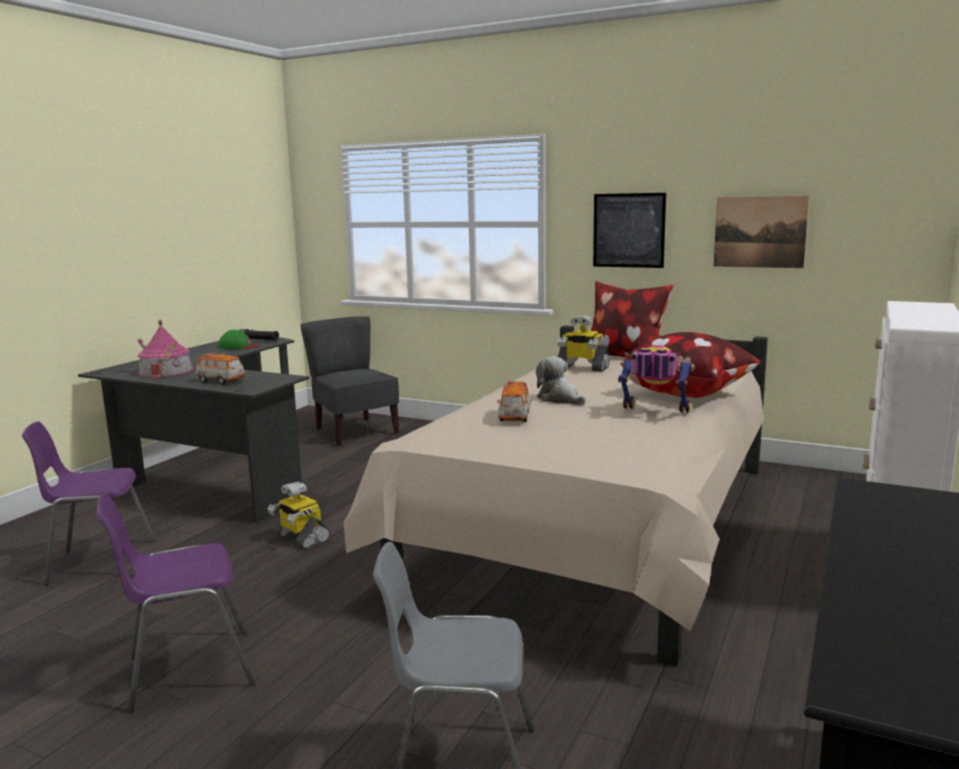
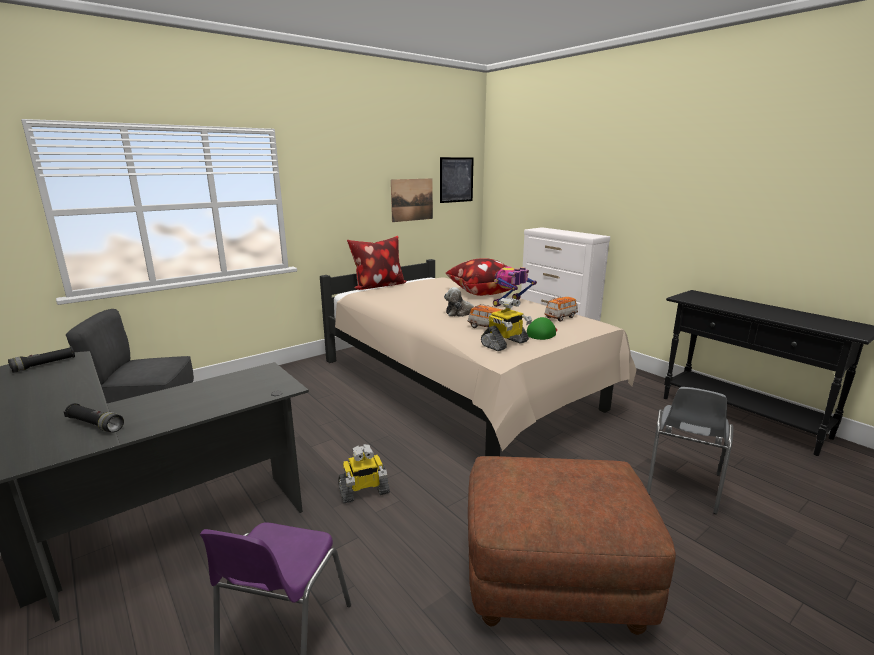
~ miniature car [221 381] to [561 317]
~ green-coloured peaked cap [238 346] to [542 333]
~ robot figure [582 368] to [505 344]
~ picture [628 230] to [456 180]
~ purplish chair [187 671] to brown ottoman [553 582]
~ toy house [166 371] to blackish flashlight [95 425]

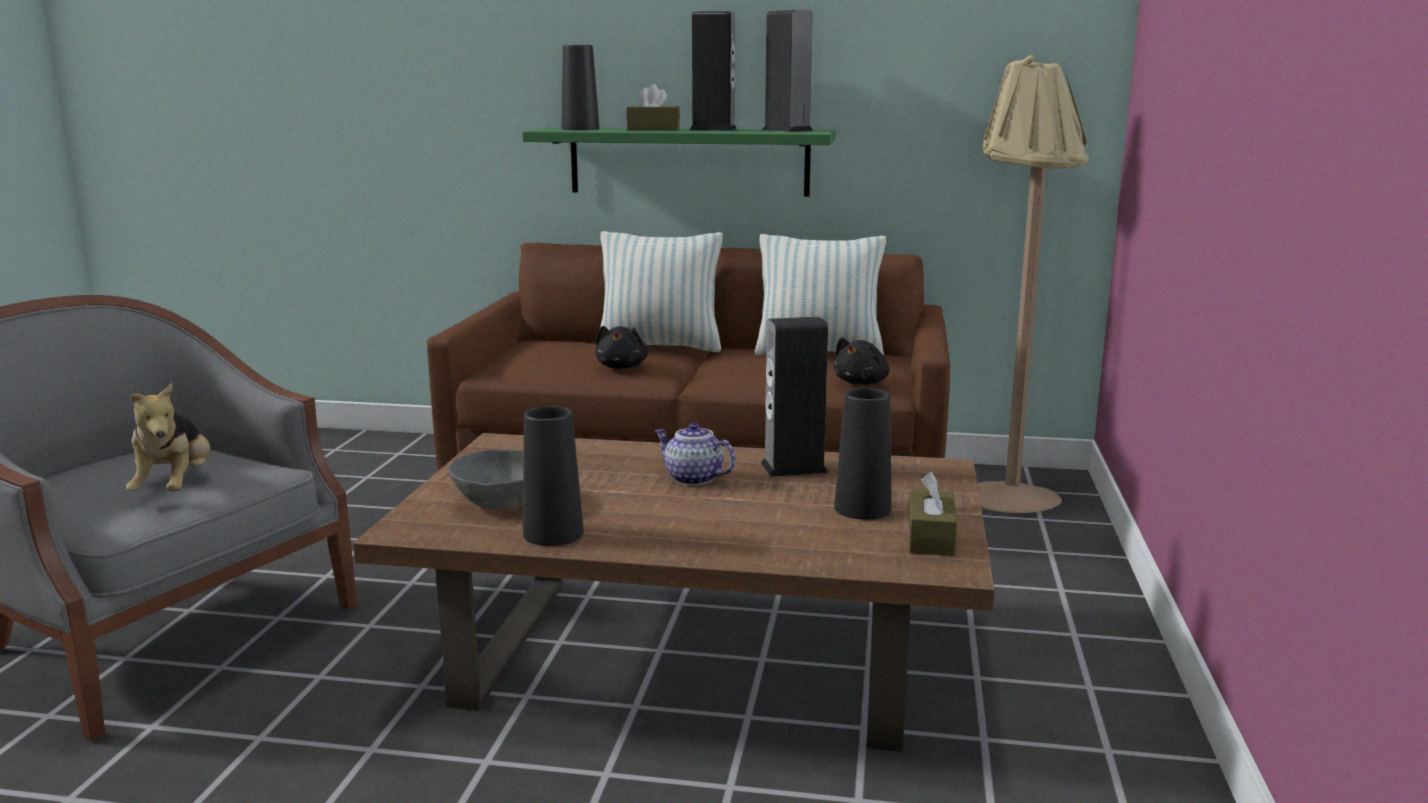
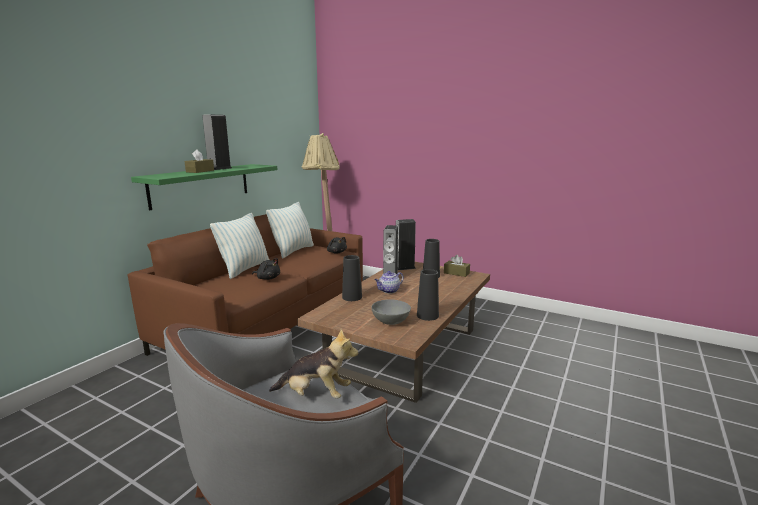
~ blackish decorative vase [580 129] to [352 297]
~ loudspeaker [787 130] to [404 267]

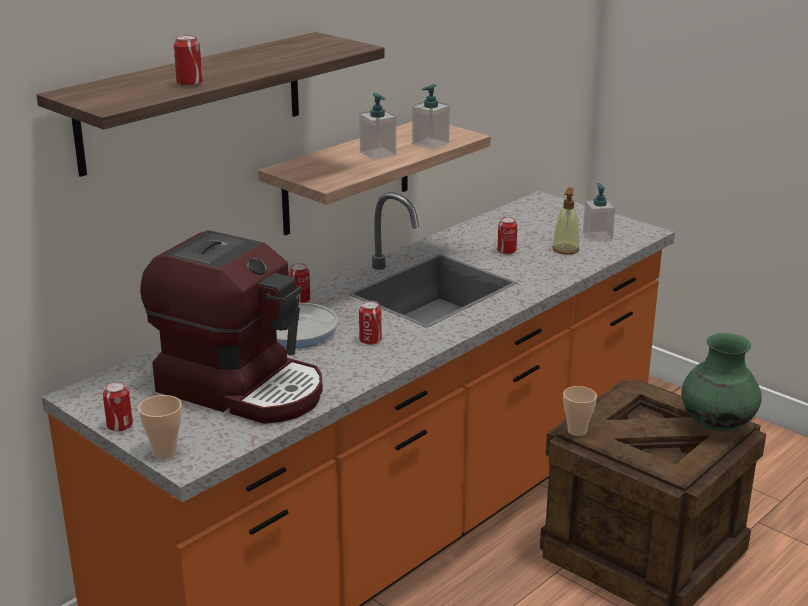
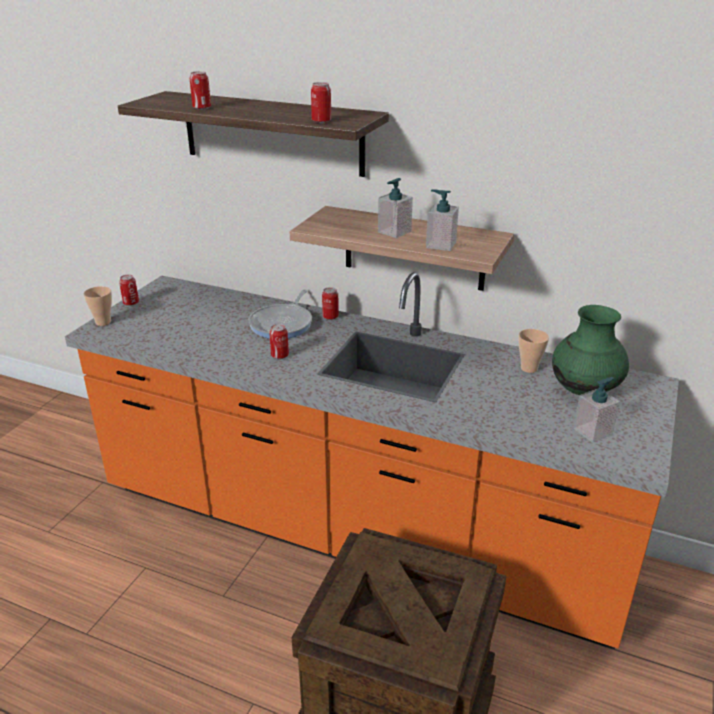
- coffee maker [242 387]
- liquid soap bottle [565 249]
~ sealed can [506 251] to [321 121]
~ drinking cup [577 431] to [529 368]
~ green-coloured decorative vase [716 424] to [584 390]

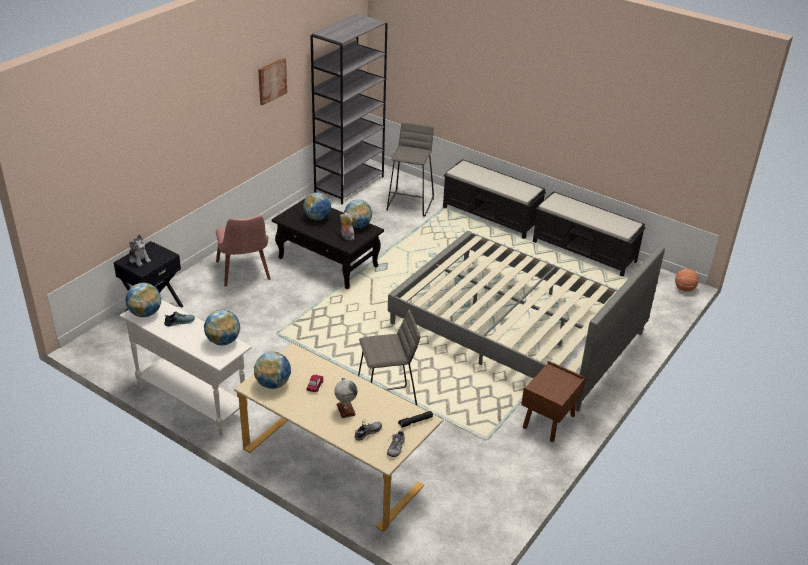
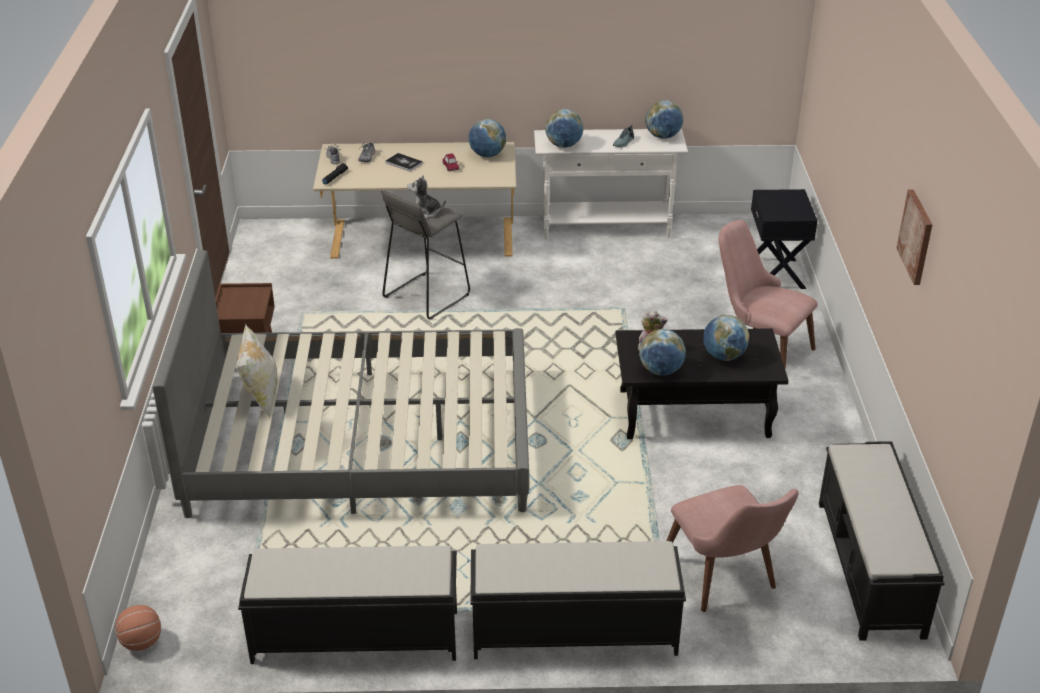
+ cushion [261 396]
~ plush toy [139 259] to [425 212]
~ greyish bookshelf [349 184] to blackish indoor bench [870 568]
~ globe [345 409] to volume [404 163]
~ greyish stool seat [410 204] to pinkish chair [726 581]

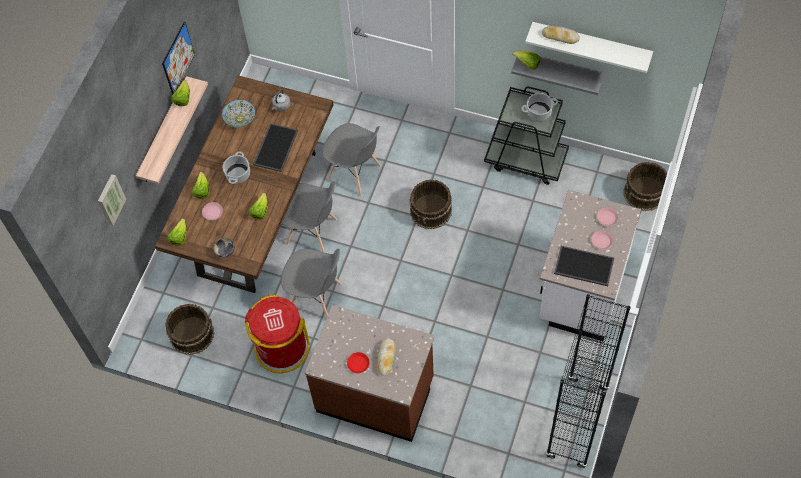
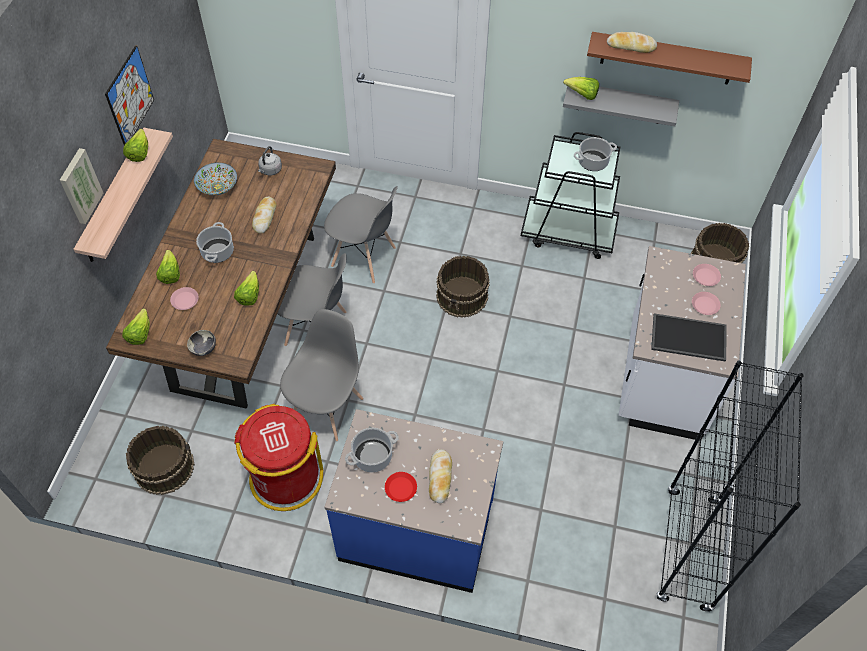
+ cooking pot [373 456]
~ picture [110 199] to [79 186]
~ serving tray [275 147] to bread [265 217]
~ brown counter [375 394] to blue counter [416 531]
~ white-coloured wall shelf [591 44] to brown wall shelf [667 58]
~ greyish chair [316 297] = [327 408] 75 degrees counterclockwise

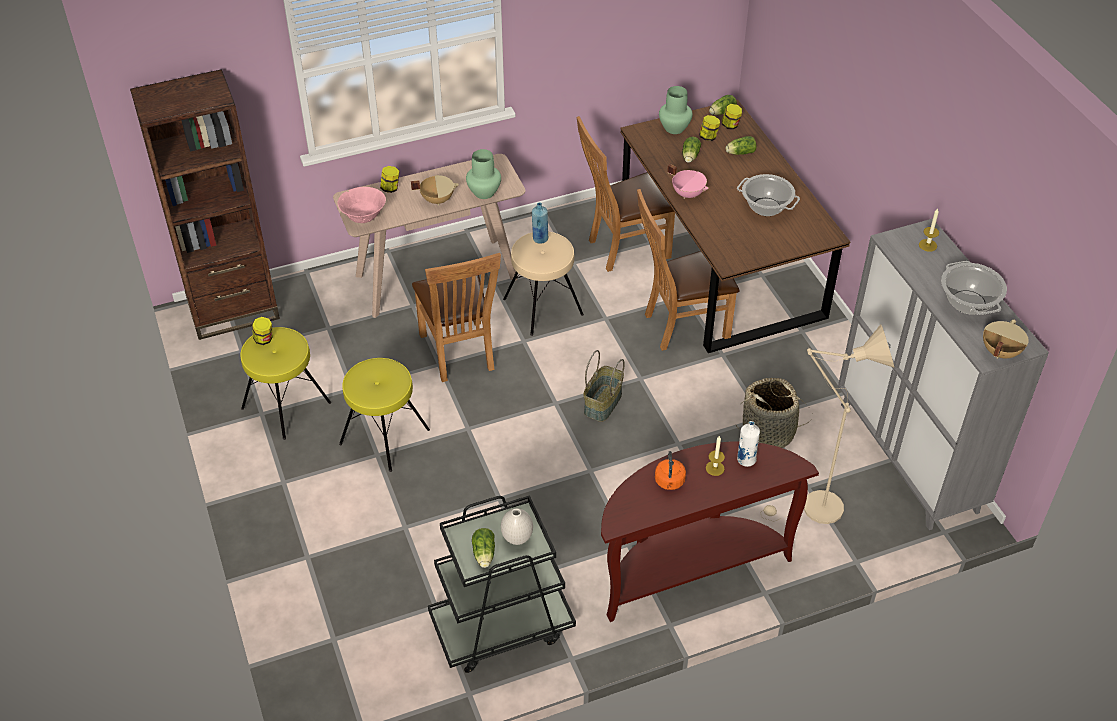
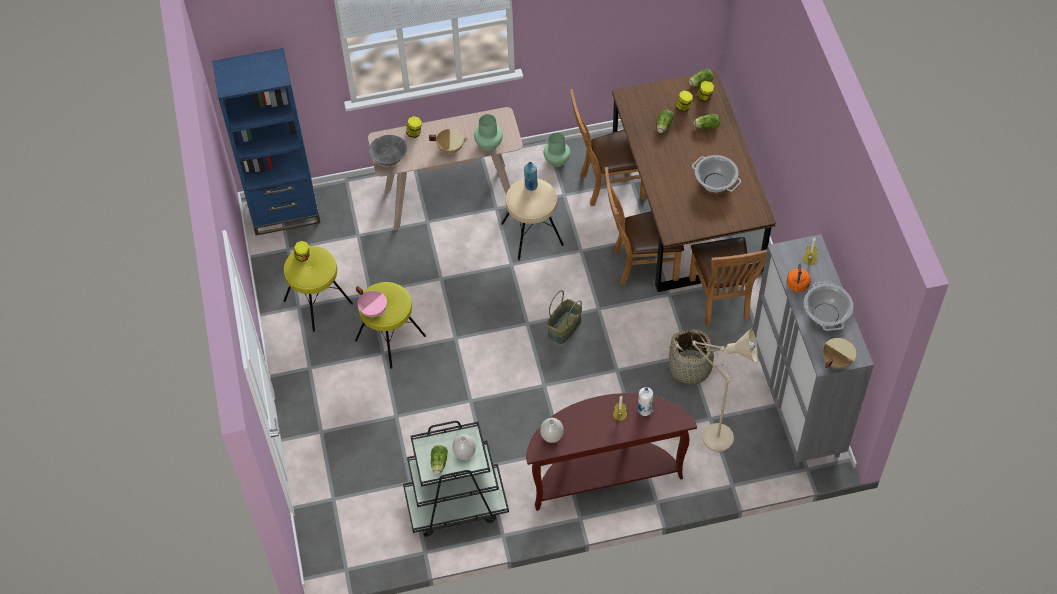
+ white-coloured decorative vase [552 437]
~ brown chair [459 354] to [721 302]
~ orangey tea kettle [669 482] to [797 285]
~ green-coloured decorative vase [674 128] to [556 161]
~ pinkish cooking pot [688 193] to [373 310]
~ brown bookshelf [233 311] to blue bookshelf [285 211]
~ pinkish bowl [363 218] to greyish bowl [389 160]

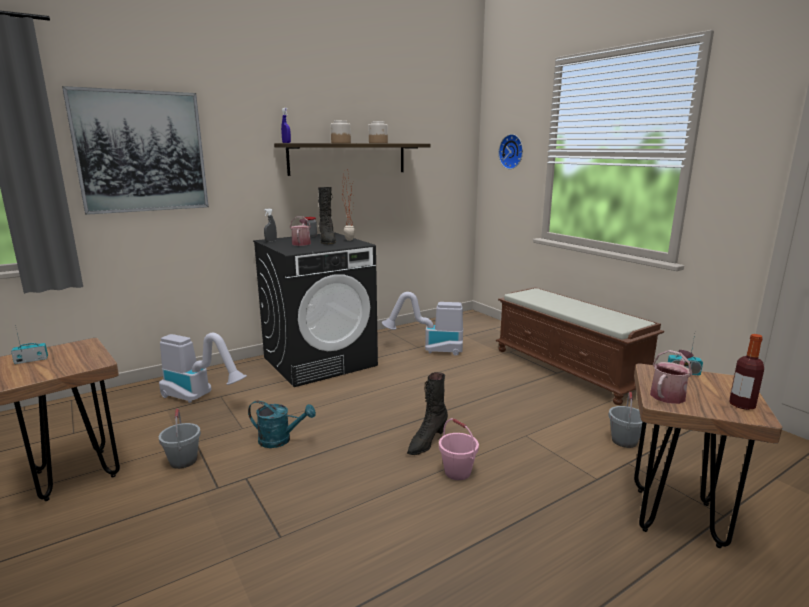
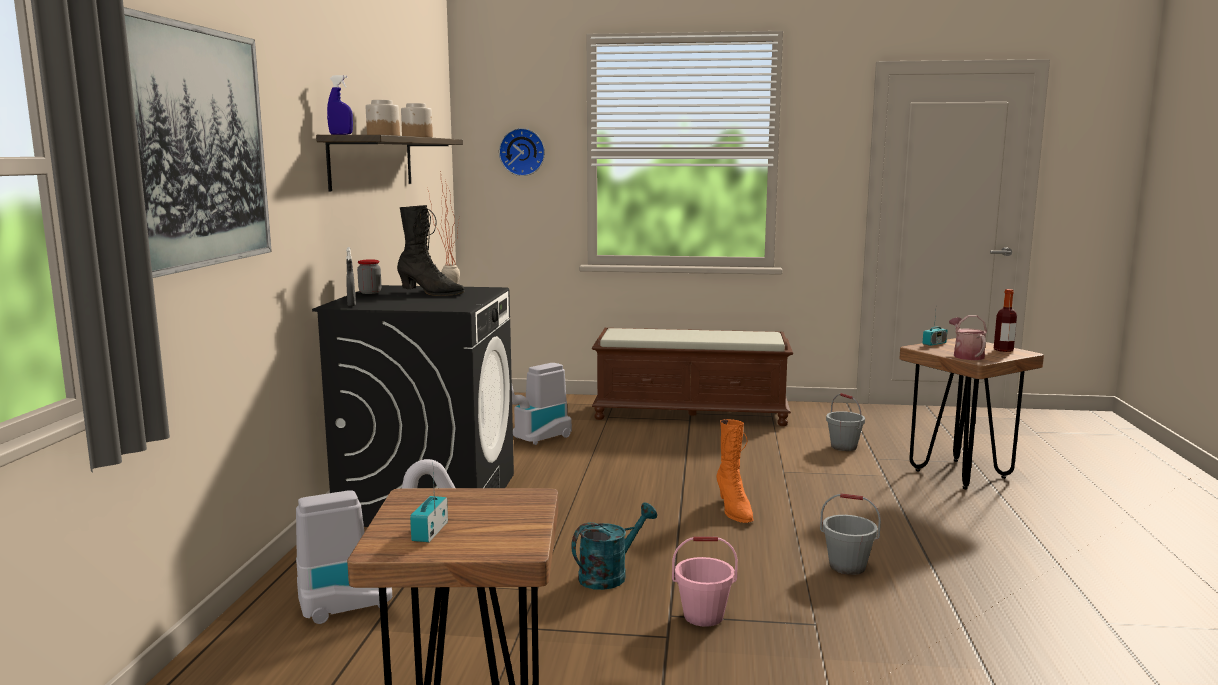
- watering can [301 243]
~ greyish water bucket [184 461] to [847 566]
~ pinkish water bucket [458 472] to [703 616]
~ blackish high-top boot [426 442] to orangey high-top boot [734 510]

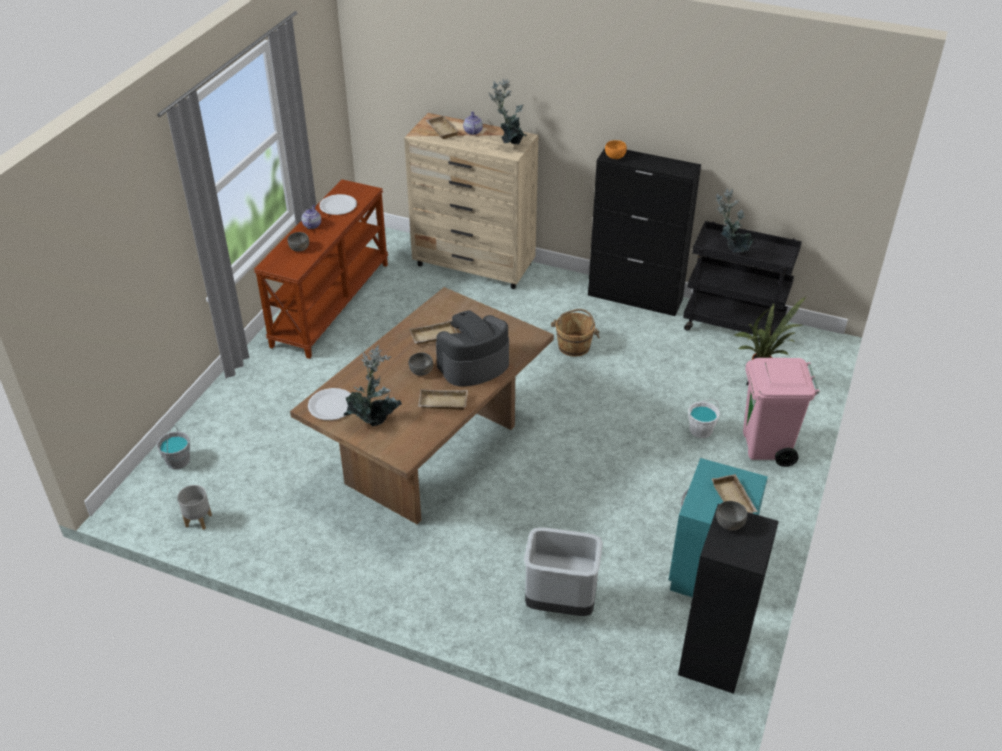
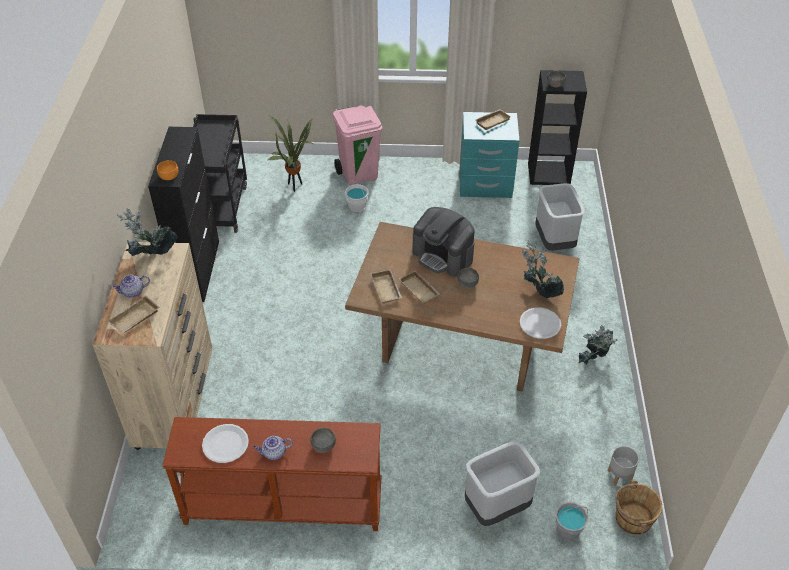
+ greyish waste bin [497 506]
~ sand-coloured serving tray [442 403] to [387 289]
~ brown water bucket [574 346] to [632 519]
~ houseplant [730 250] to [593 360]

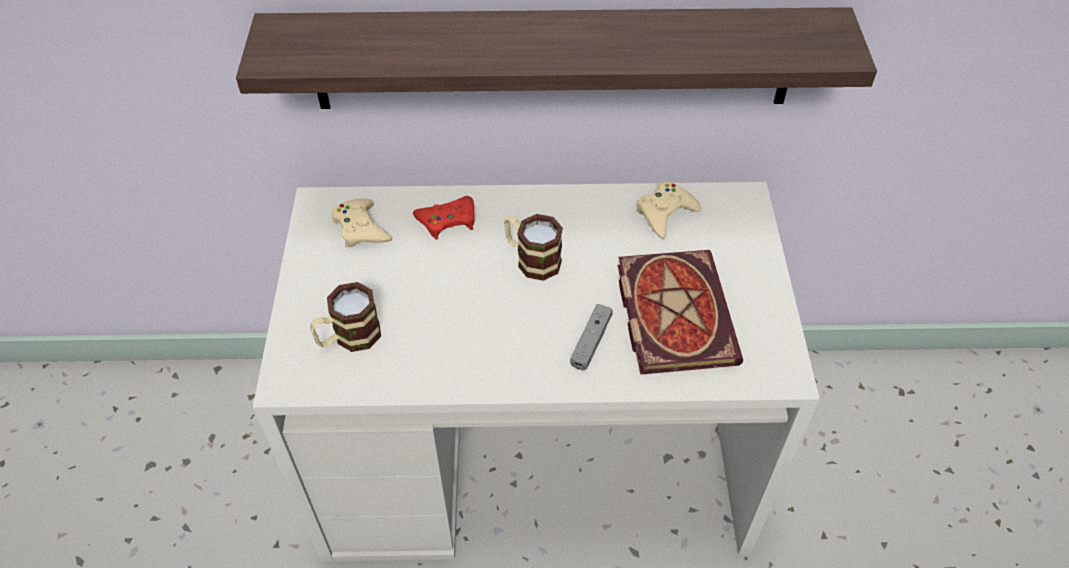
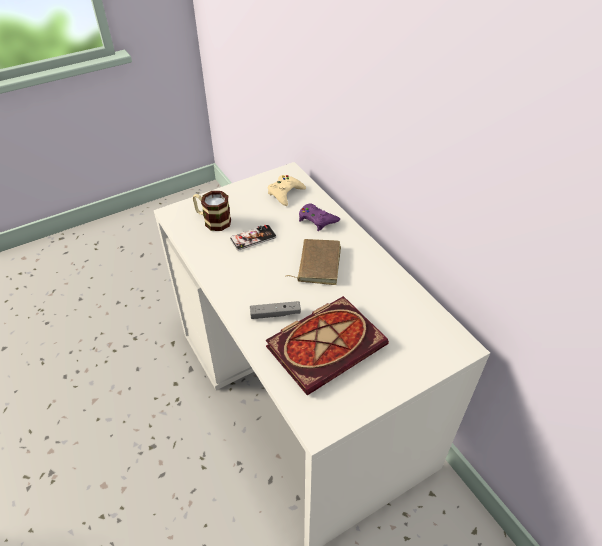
- wall shelf [553 59]
- sand-coloured gamepad [665 213]
+ handset [253 238]
~ mug [531 259] to brown volume [317 263]
~ red-coloured gamepad [447 220] to purplish gamepad [317 220]

